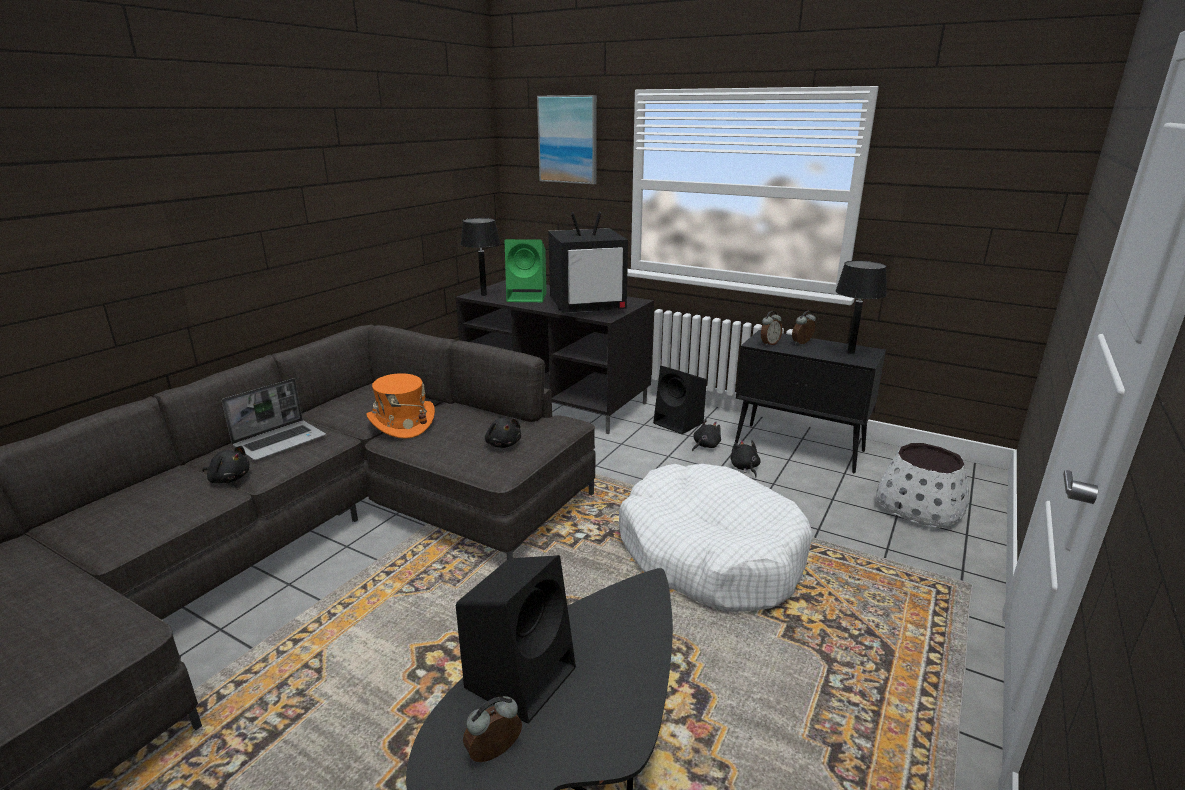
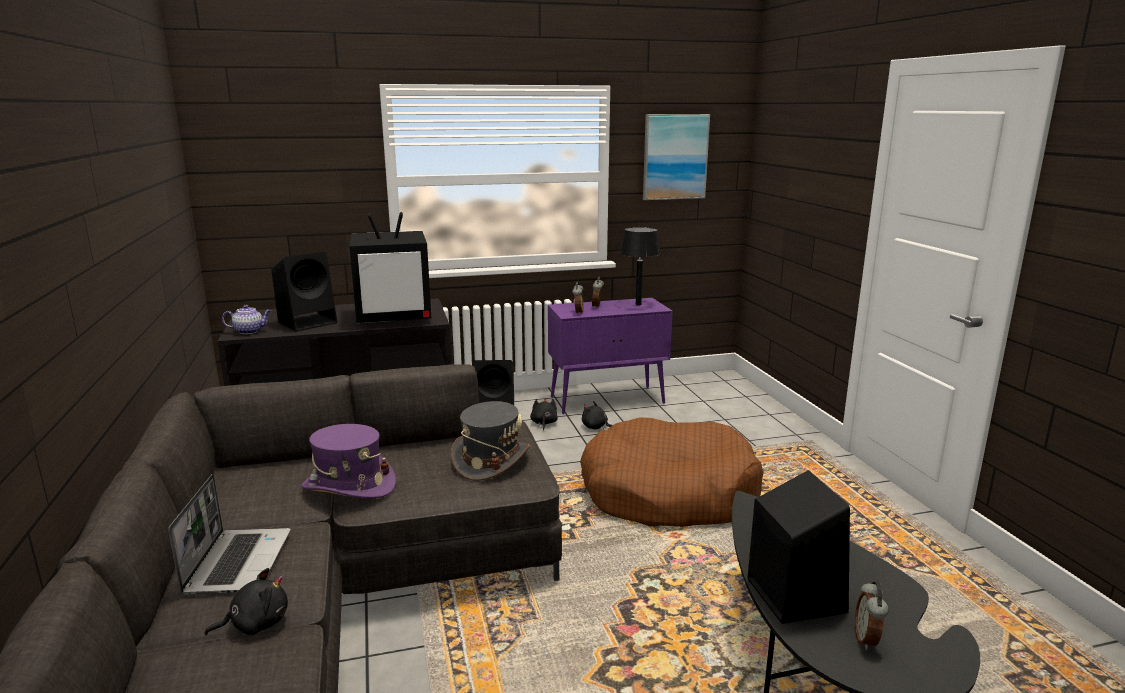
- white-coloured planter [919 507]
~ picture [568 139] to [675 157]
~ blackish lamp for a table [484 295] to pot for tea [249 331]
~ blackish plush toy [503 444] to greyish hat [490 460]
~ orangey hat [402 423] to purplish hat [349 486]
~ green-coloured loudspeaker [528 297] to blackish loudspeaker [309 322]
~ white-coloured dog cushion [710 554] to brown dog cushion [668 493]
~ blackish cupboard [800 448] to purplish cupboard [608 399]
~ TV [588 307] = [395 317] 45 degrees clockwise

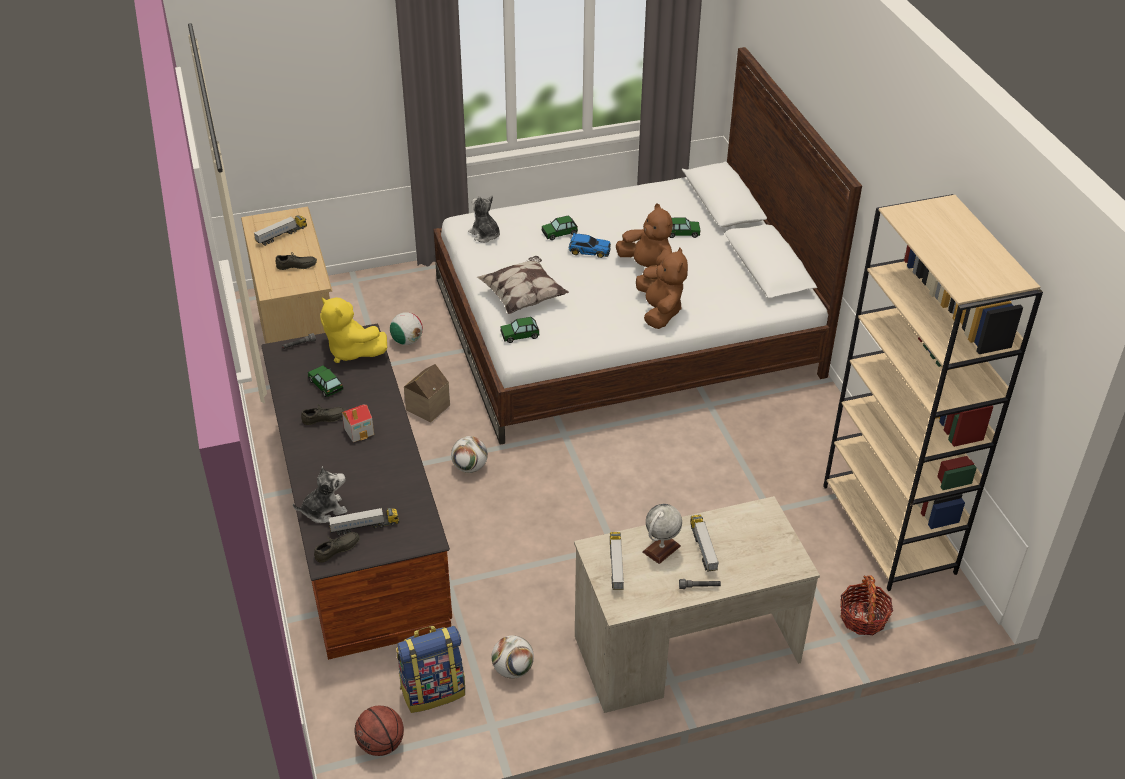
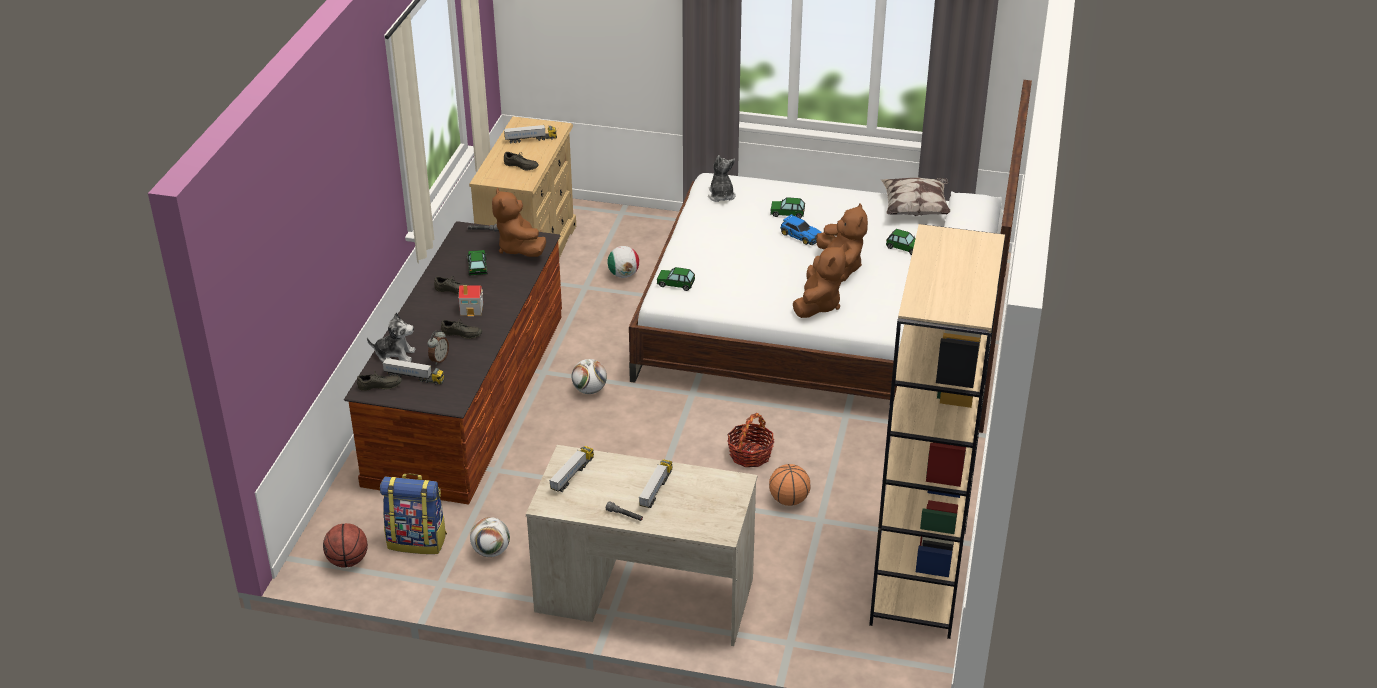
- toy house [426 407]
- globe [661 549]
+ table clock [439 359]
+ greyish shoe [461 335]
+ basketball [789 500]
~ cushion [523 297] to [916 209]
~ basket [863 618] to [750 455]
~ yellowish plush toy [351 351] to brown plush toy [519 248]

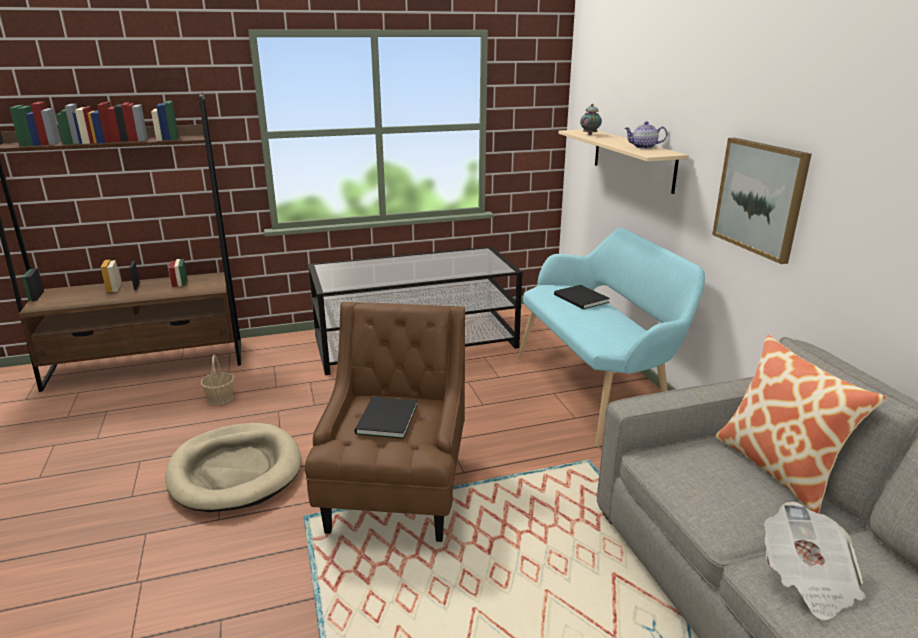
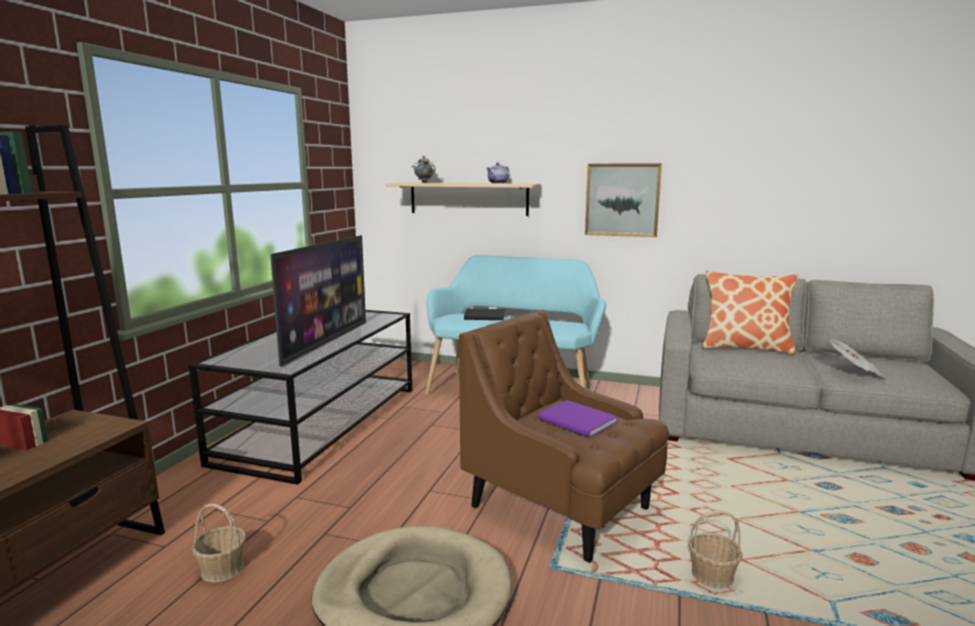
+ TV [325 342]
+ basket [712 576]
~ blackish volume [385 420] to purplish volume [577 422]

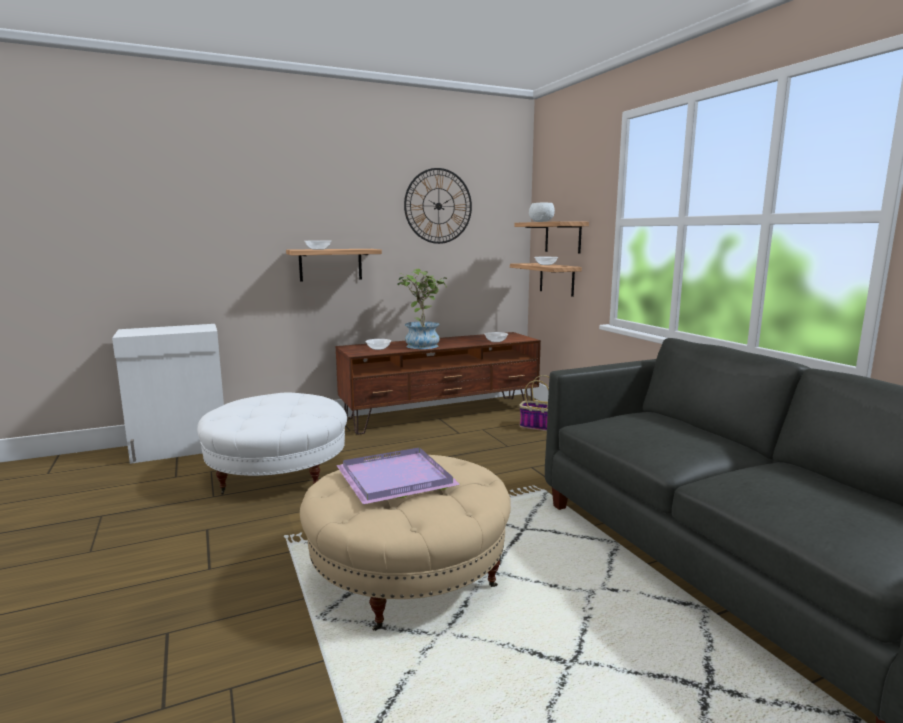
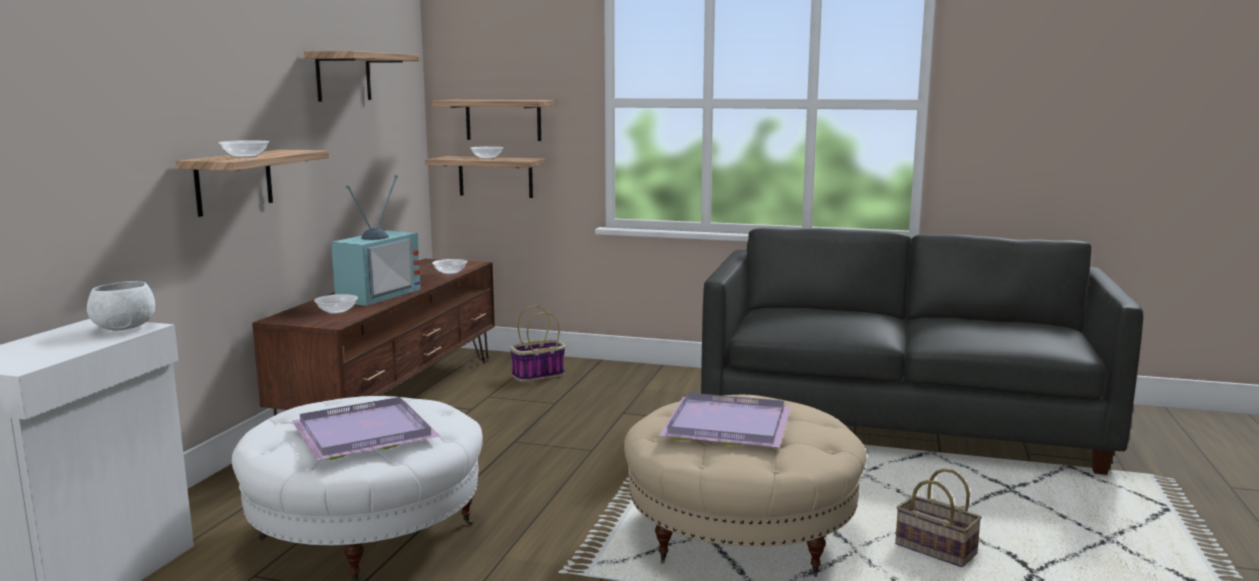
+ purplish serving tray [366 432]
+ basket [933 550]
~ white-coloured bowl [541 222] to [123 327]
~ houseplant [422 344] to TV [376 294]
~ hanging clock [438 206] to wall shelf [343 77]

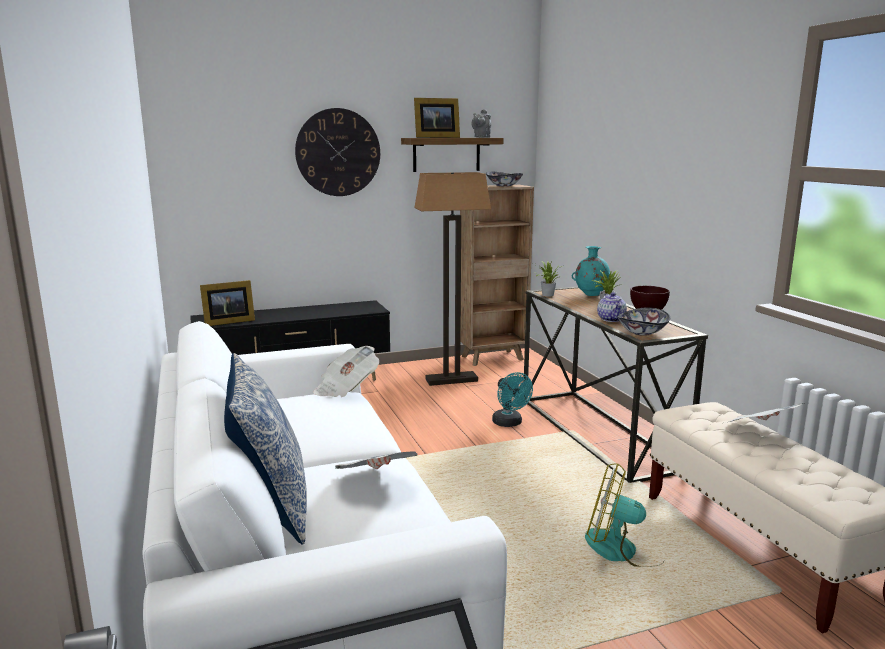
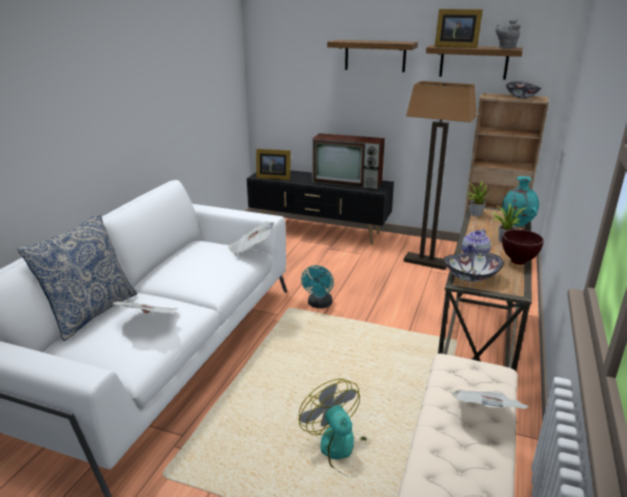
+ TV [348 182]
~ turquoise-coloured electric fan [509 423] to [319 304]
~ hanging clock [338 152] to wall shelf [375 55]

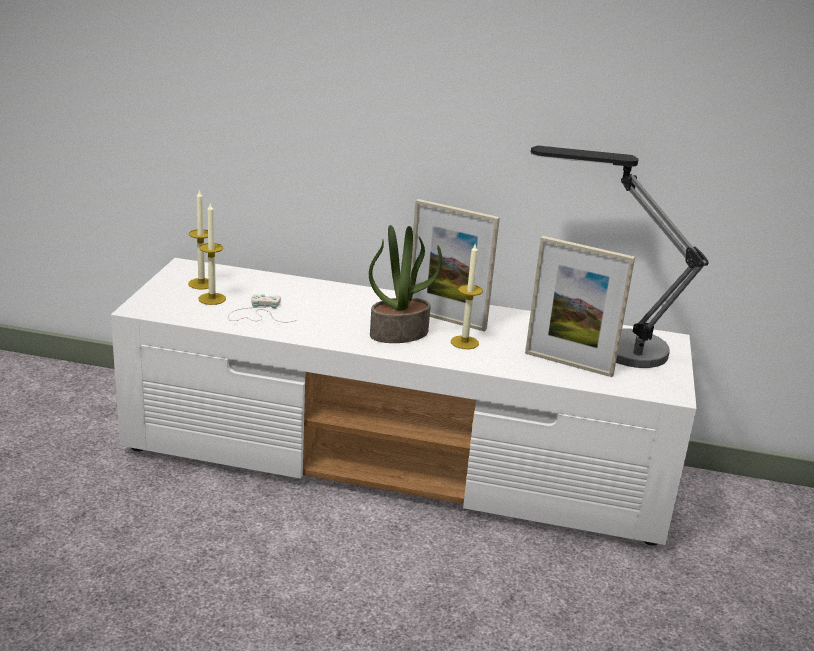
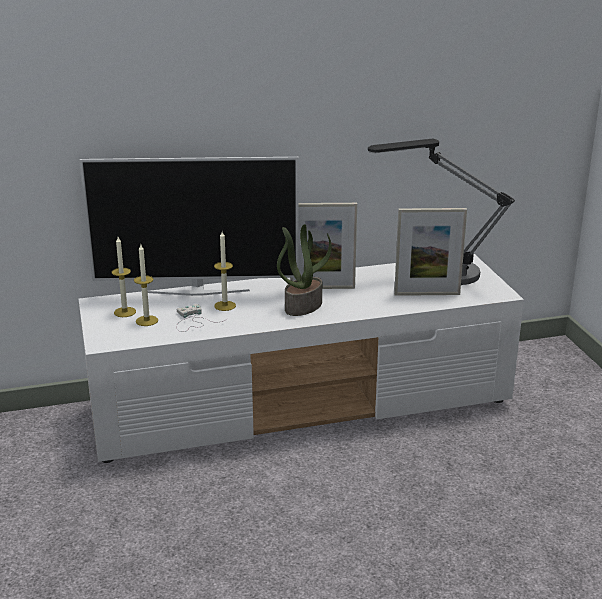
+ TV [197 291]
~ wax light [464 342] to [225 306]

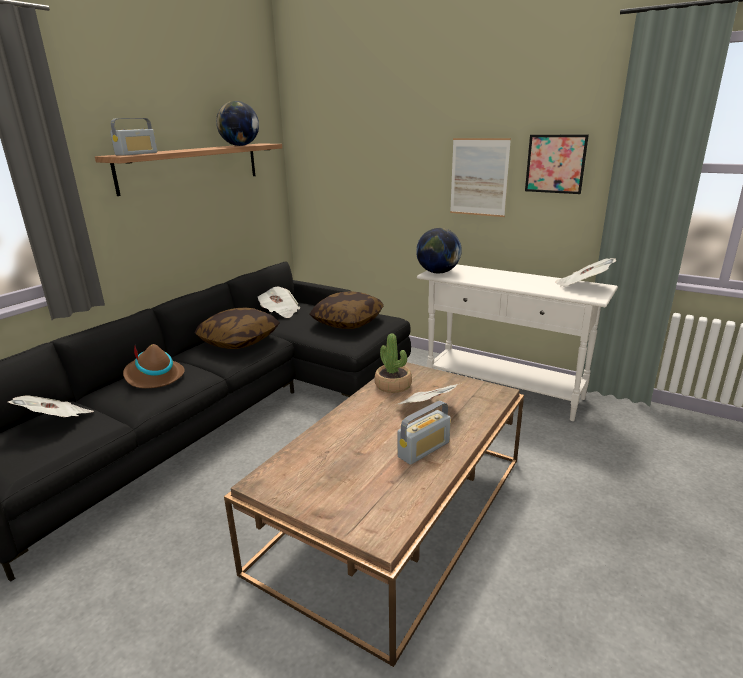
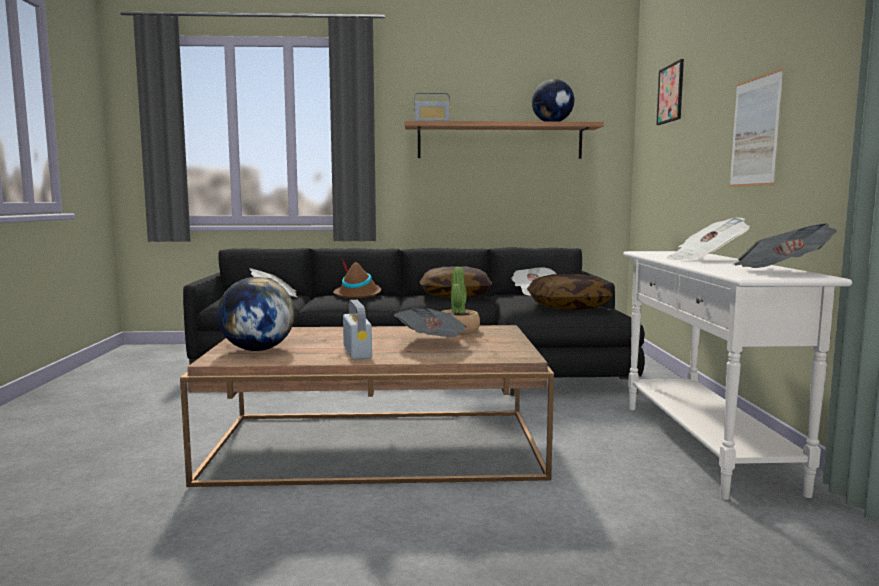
+ printed paper [705 259]
~ globe [437 272] to [257 350]
~ picture [555 164] to [670 93]
~ radio receiver [424 449] = [357 352] 120 degrees counterclockwise

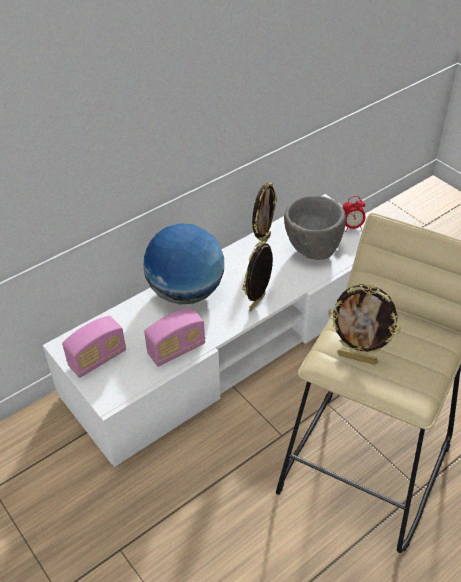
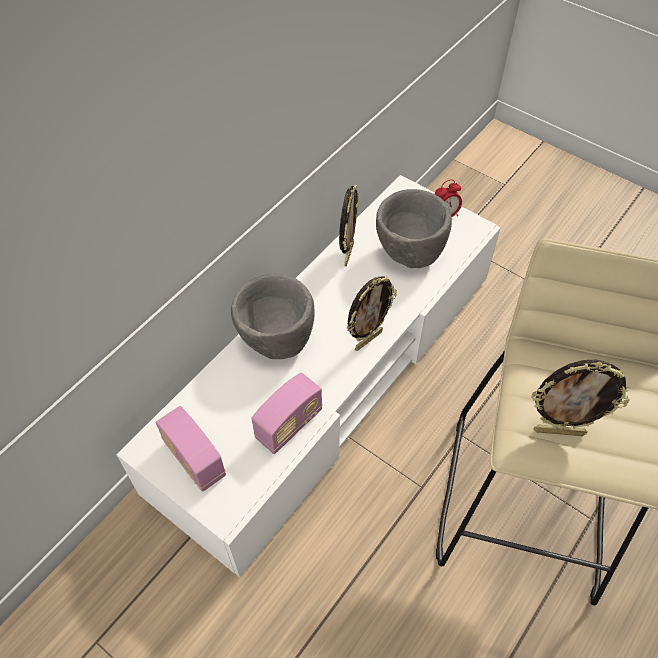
~ globe [186 292] to greyish bowl [276 342]
~ radio receiver [97 359] = [194 459] 105 degrees clockwise
~ picture frame [258 303] = [368 339] 150 degrees counterclockwise

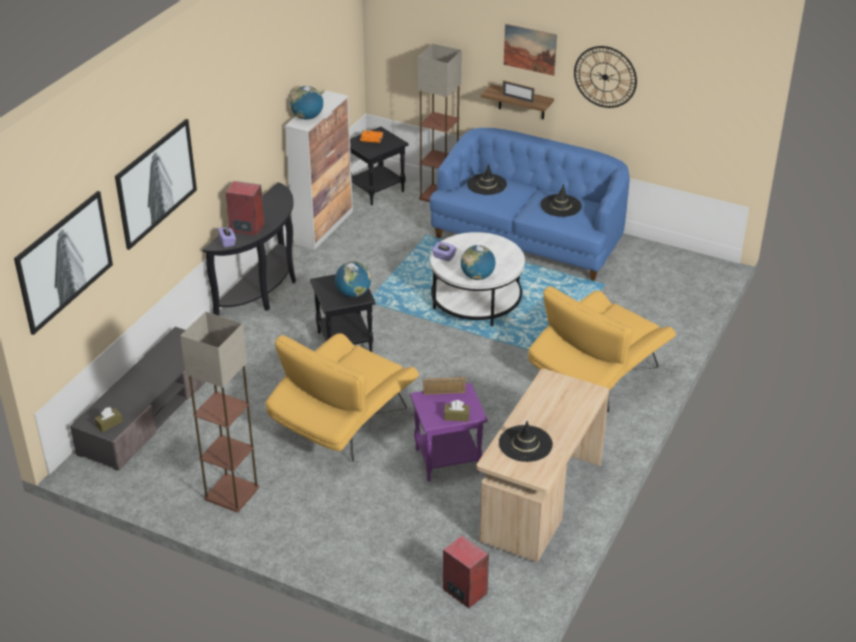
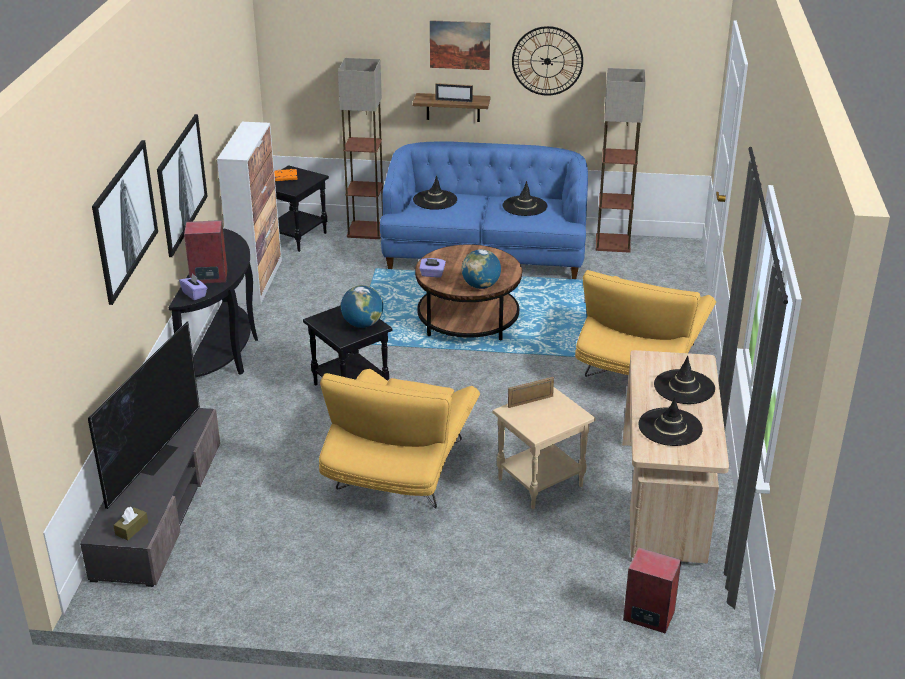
- globe [307 117]
- brown tissue box [456 416]
+ TV [154 457]
+ blackish hat [684 387]
~ picture [63 260] to [180 183]
~ standard lamp [232 493] to [613 243]
~ purplish side table [447 461] to sand-coloured side table [540 484]
~ white-coloured coffee table [476 300] to brown coffee table [468 319]

